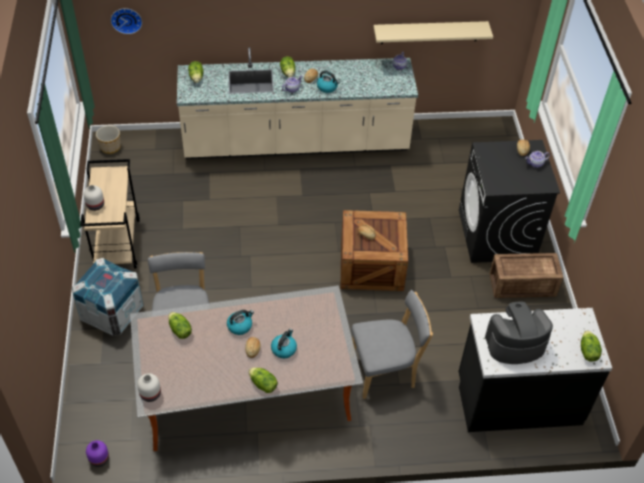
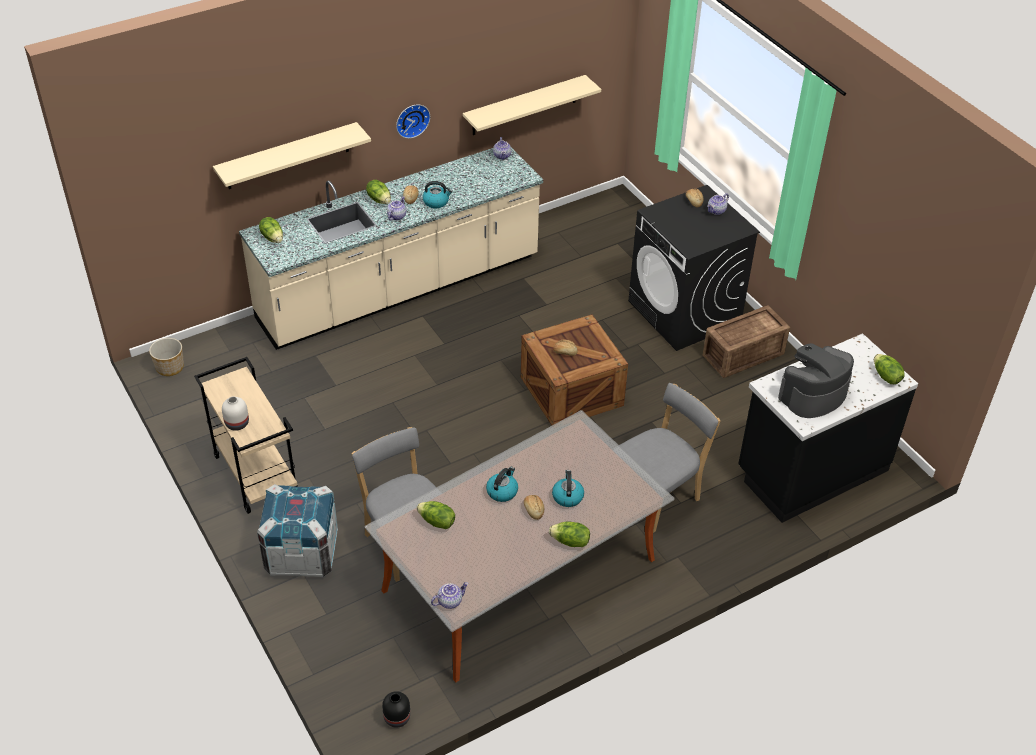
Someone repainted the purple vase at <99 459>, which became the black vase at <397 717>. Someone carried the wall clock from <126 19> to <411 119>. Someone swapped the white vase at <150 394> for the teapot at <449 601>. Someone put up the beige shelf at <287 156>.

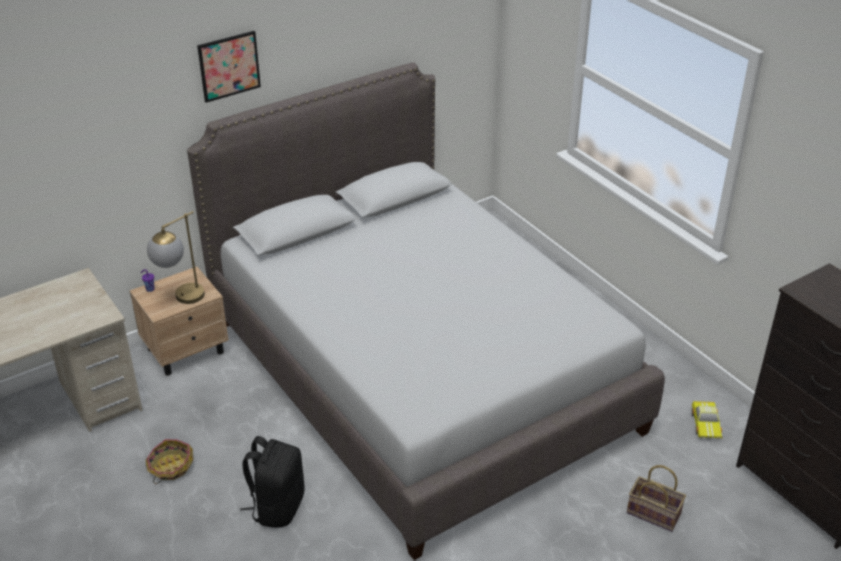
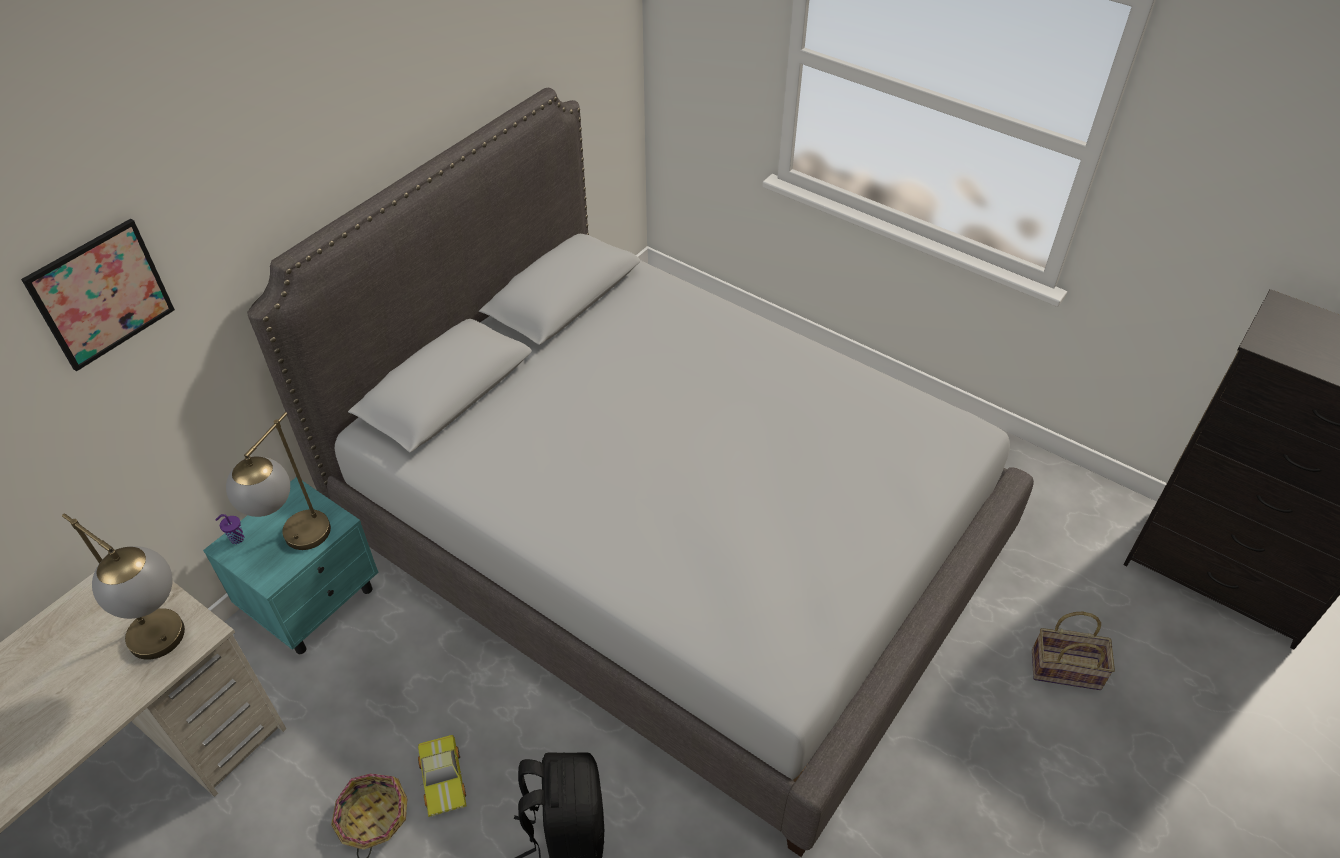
Someone repainted the beige nightstand at <187 350>, which became the turquoise nightstand at <314 601>. Someone carried the picture from <229 66> to <101 294>. Someone carried the toy car from <706 424> to <444 778>. Someone put down the table lamp at <170 645>.

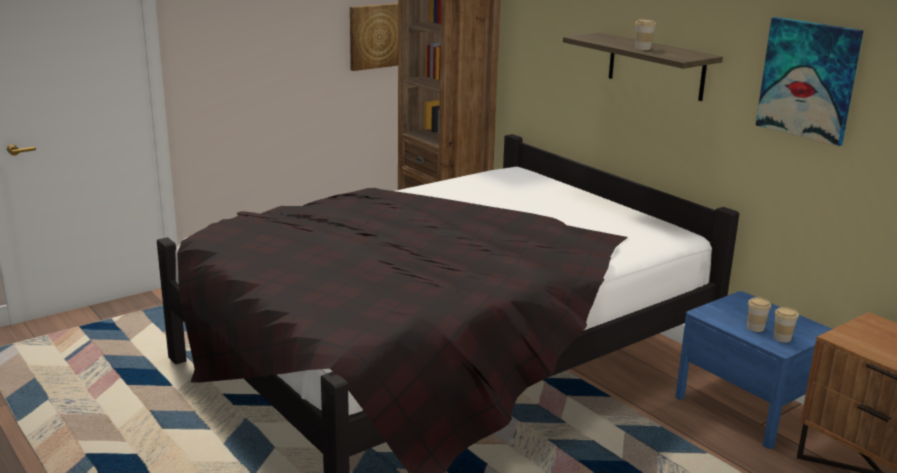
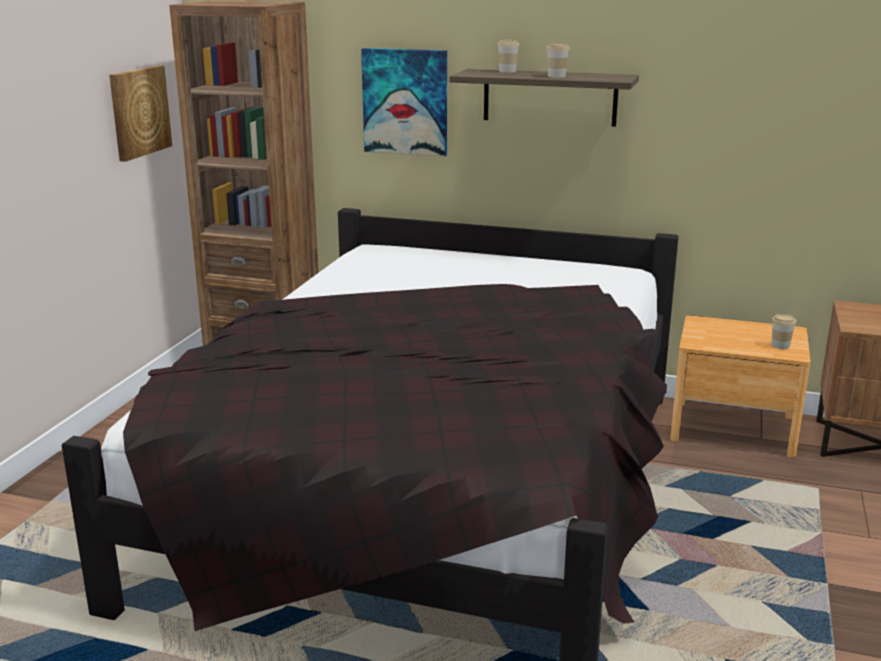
Someone repainted the blue nightstand at <747 407>, which became the brown nightstand at <733 428>. Someone carried the cup from <755 328> to <507 71>. Someone carried the picture from <808 80> to <405 101>.

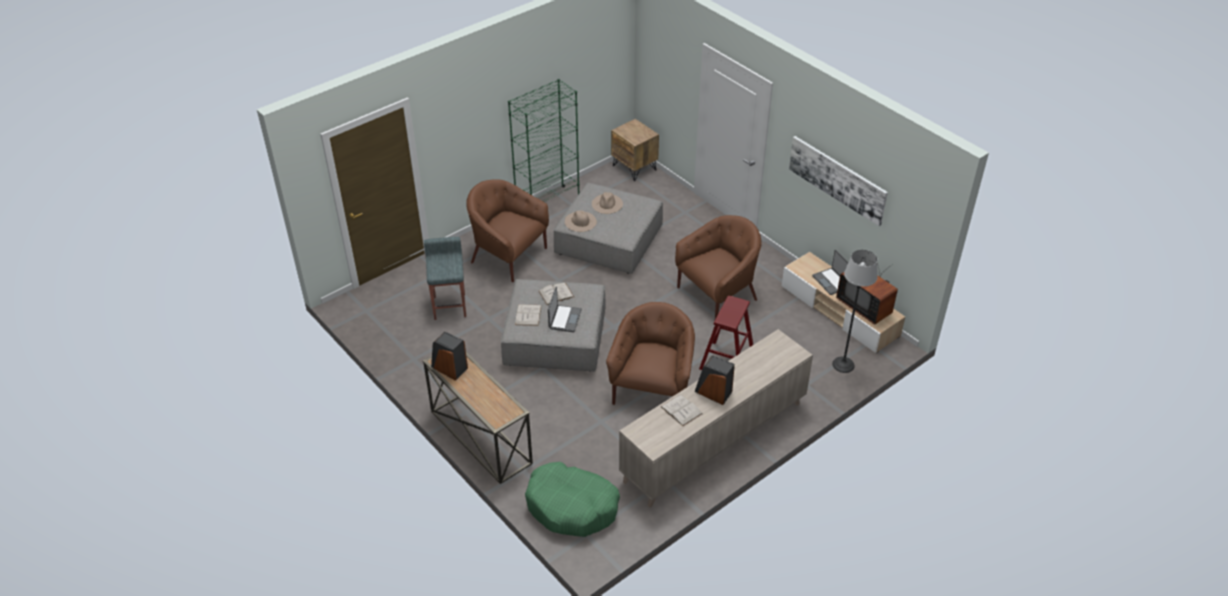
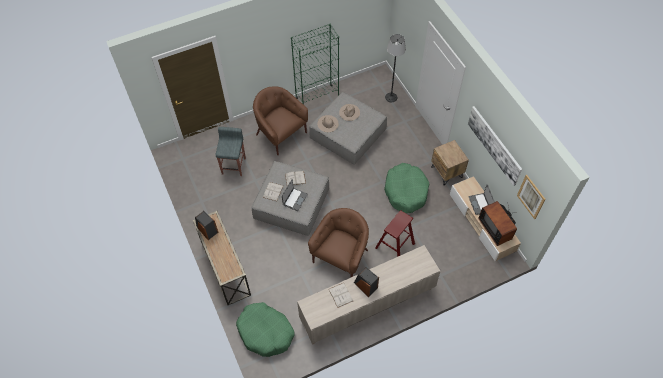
Someone carried the brown nightstand from <634 168> to <447 172>. Someone swapped the brown armchair at <718 294> for the green dog bed at <406 191>. Someone carried the floor lamp from <843 365> to <391 97>. Someone put up the picture at <531 197>.

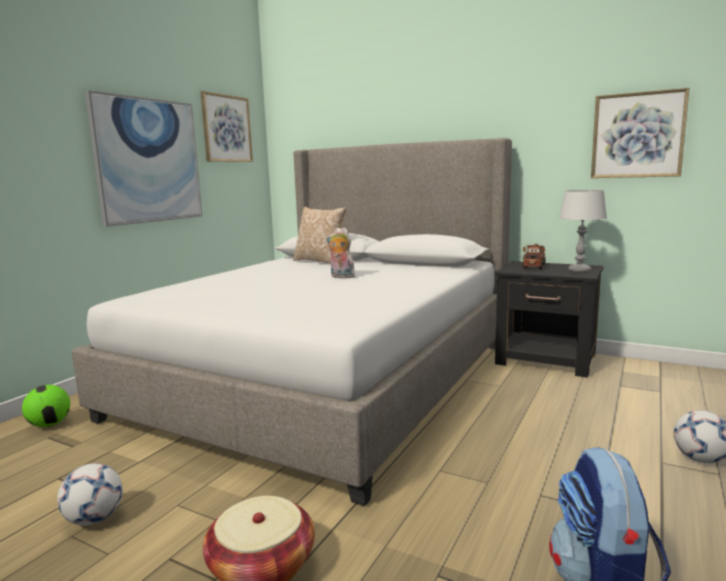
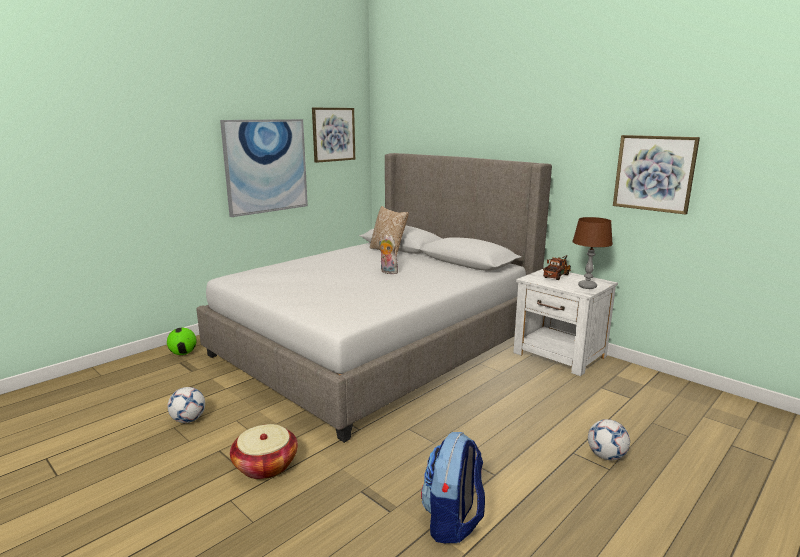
Someone repainted the black nightstand at <547 360>, which became the white nightstand at <560 355>. Someone repainted the grey table lamp at <579 271>, which became the brown table lamp at <587 286>.

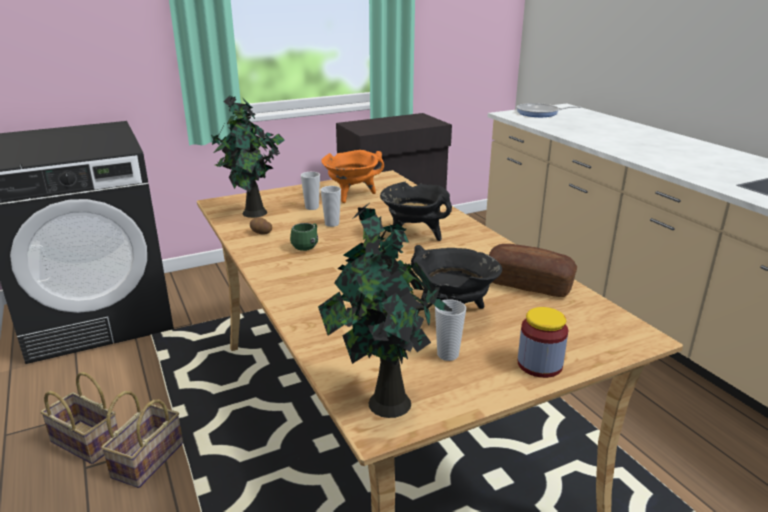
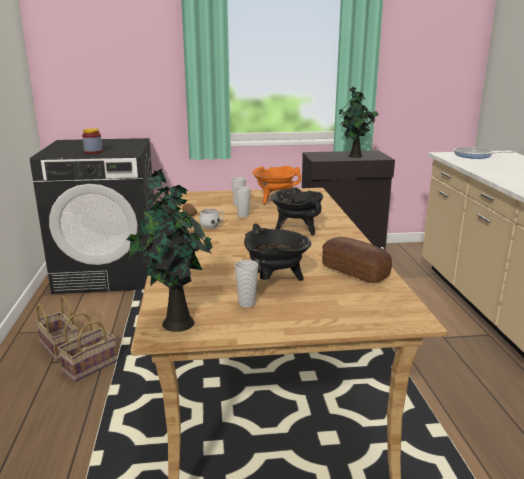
Someone carried the potted plant from <254 214> to <355 156>. Someone repainted the green mug at <307 246>, which became the white mug at <213 226>. Someone carried the jar from <539 364> to <93 152>.

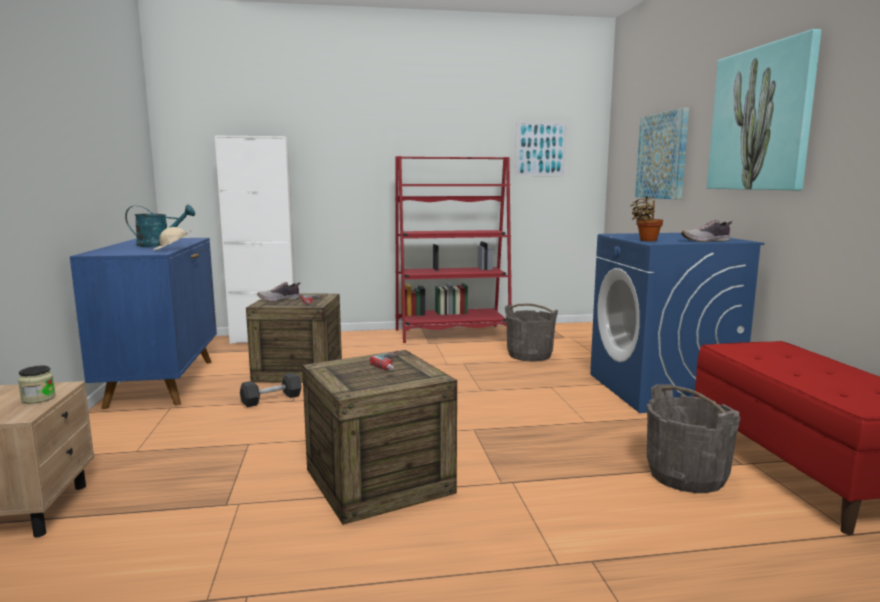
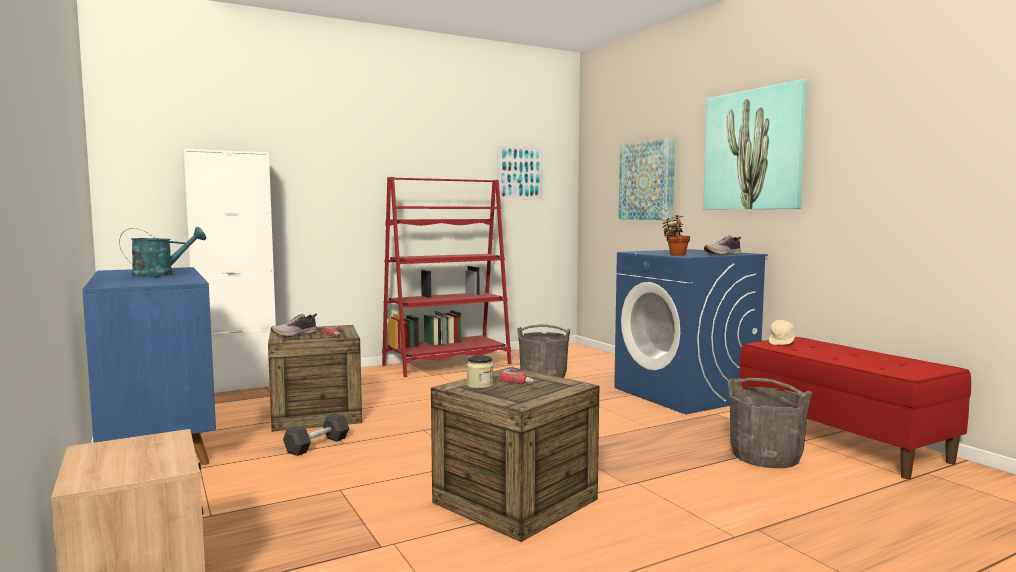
Someone carried the jar from <38 398> to <480 385>. Someone carried the beige cap from <171 249> to <782 342>.

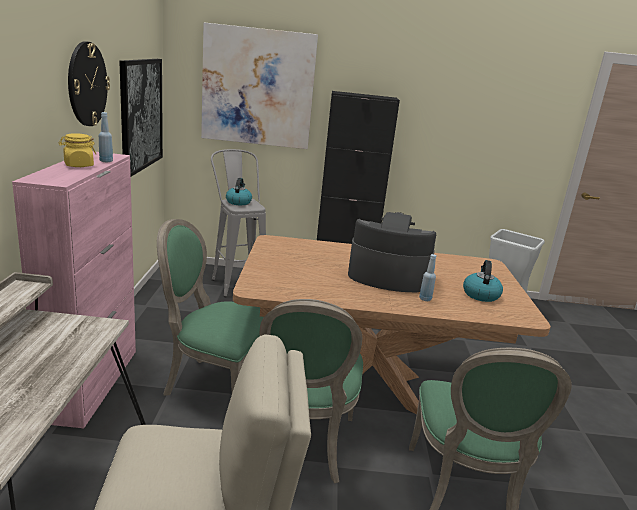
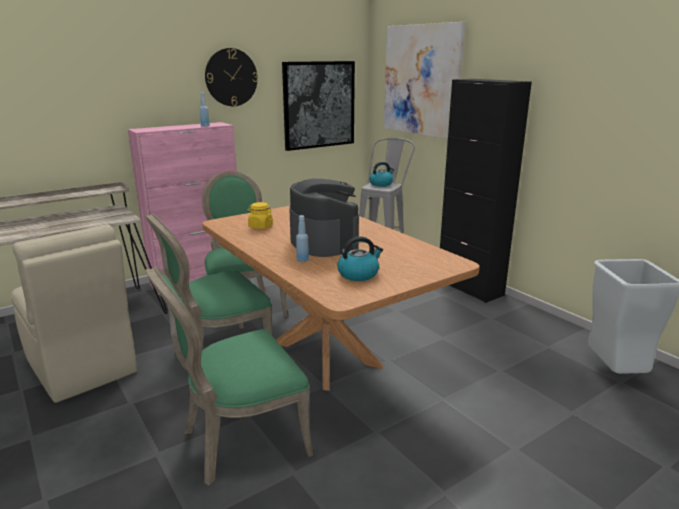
Someone carried the yellow jar from <78 165> to <260 226>.

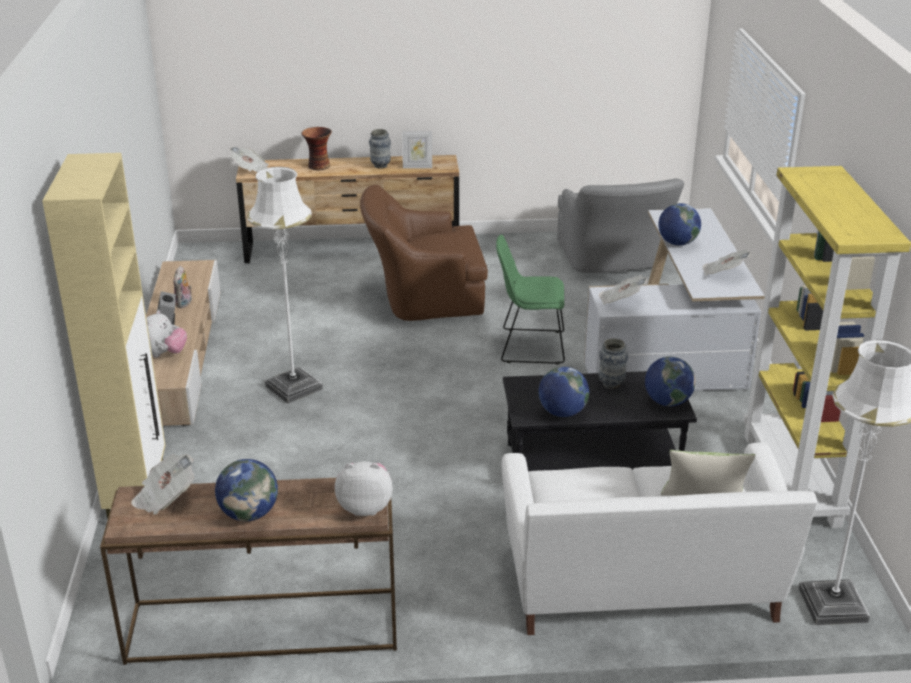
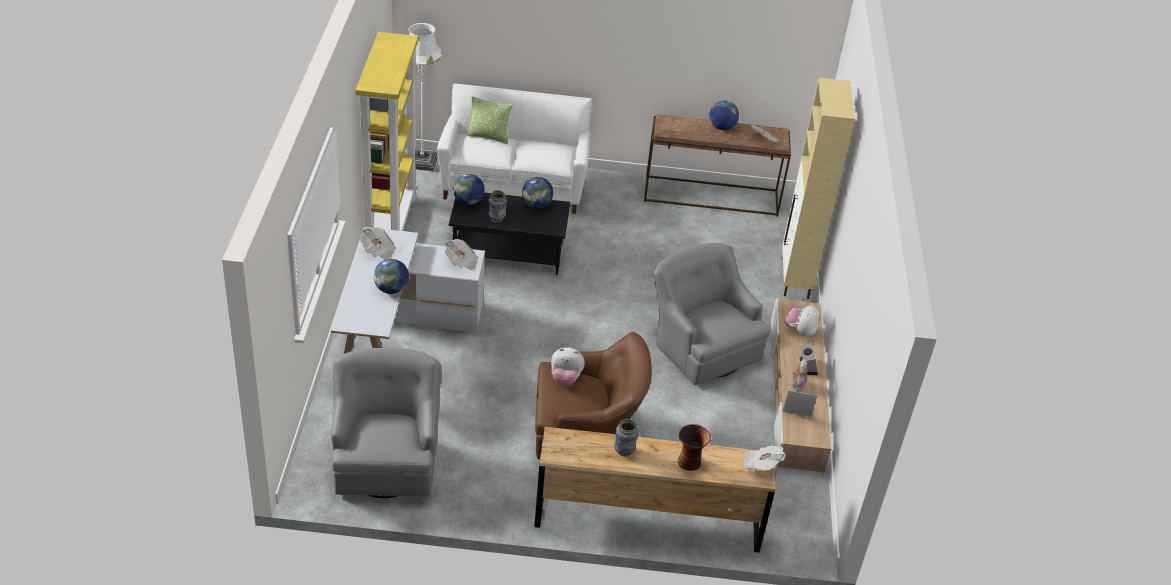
Someone swapped the white floor lamp at <293 387> for the grey armchair at <702 346>. Someone carried the plush toy from <365 507> to <565 378>. Someone carried the picture frame from <417 167> to <796 416>. Someone took away the green chair at <529 346>.

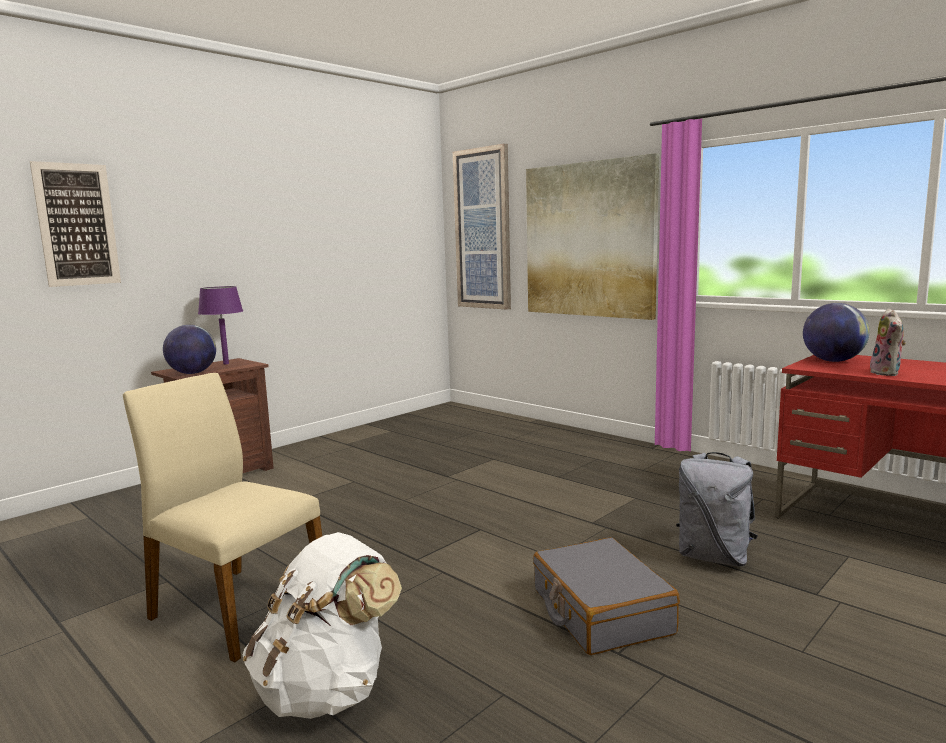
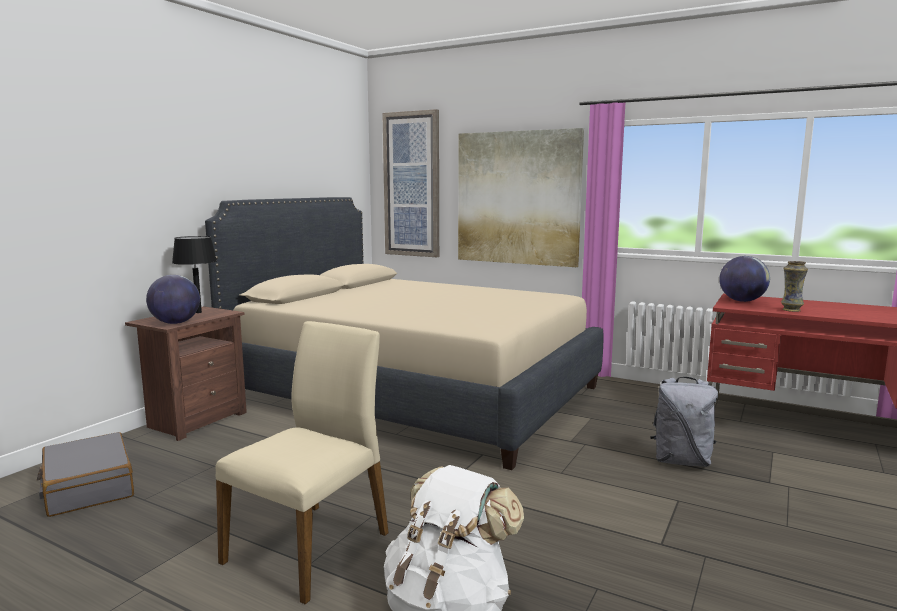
Someone took away the picture at <77 225>. Someone rotated the beige chair at <236 609> by 105 degrees clockwise. Someone repainted the purple table lamp at <226 364>, which became the black table lamp at <198 312>. Someone carried the grey suitcase from <600 612> to <88 487>. Someone swapped the plush toy at <887 373> for the vase at <791 310>. Someone put down the beige bed at <414 393>.

